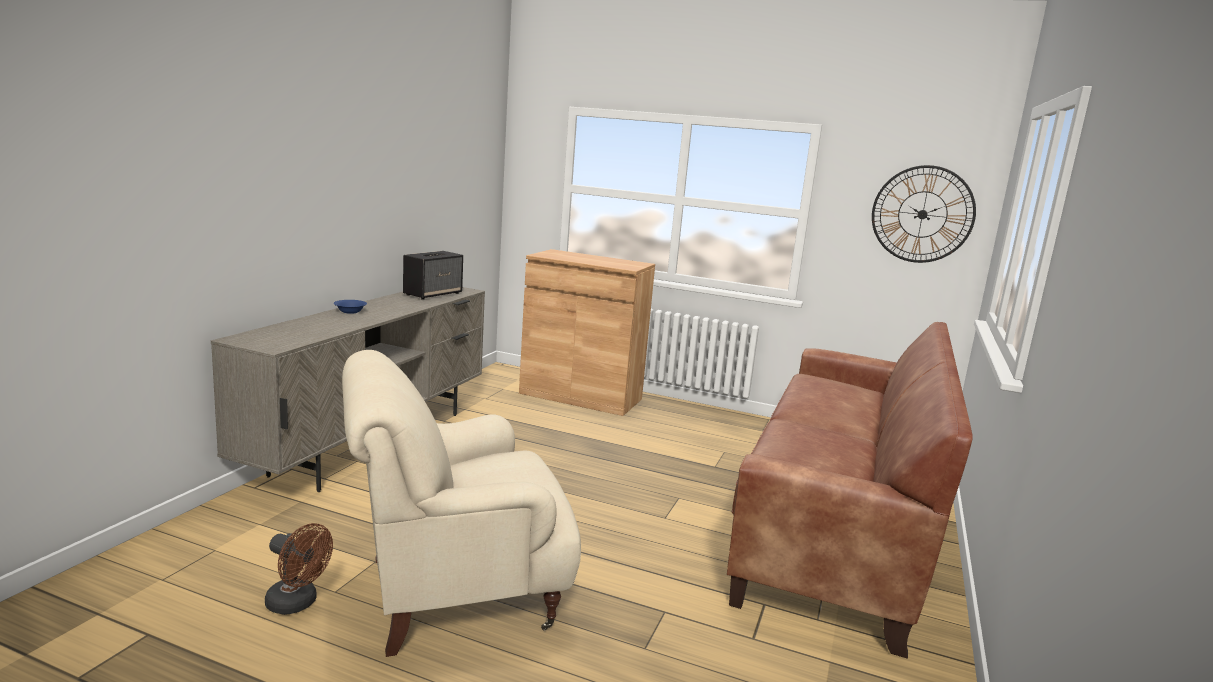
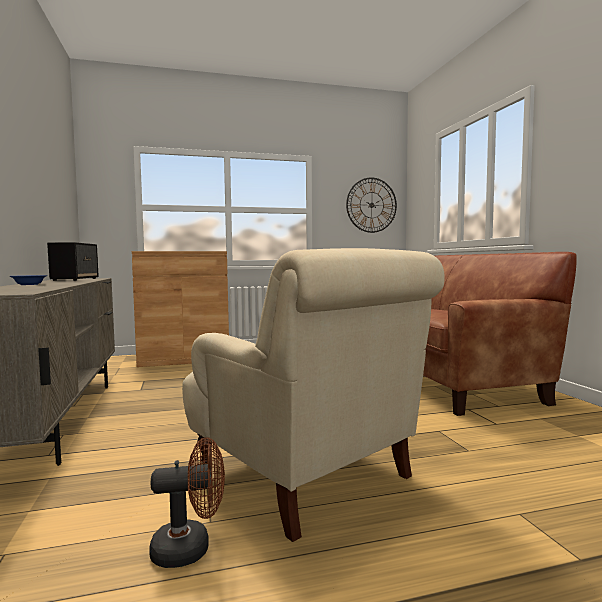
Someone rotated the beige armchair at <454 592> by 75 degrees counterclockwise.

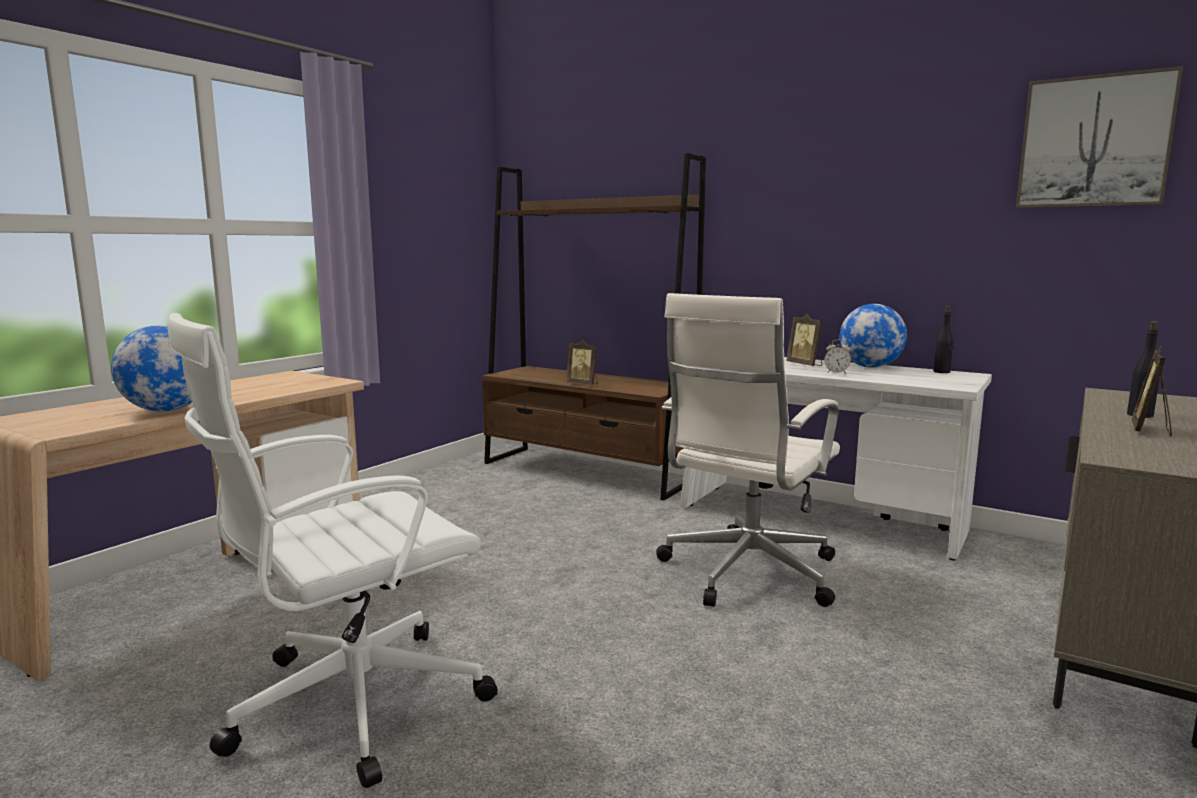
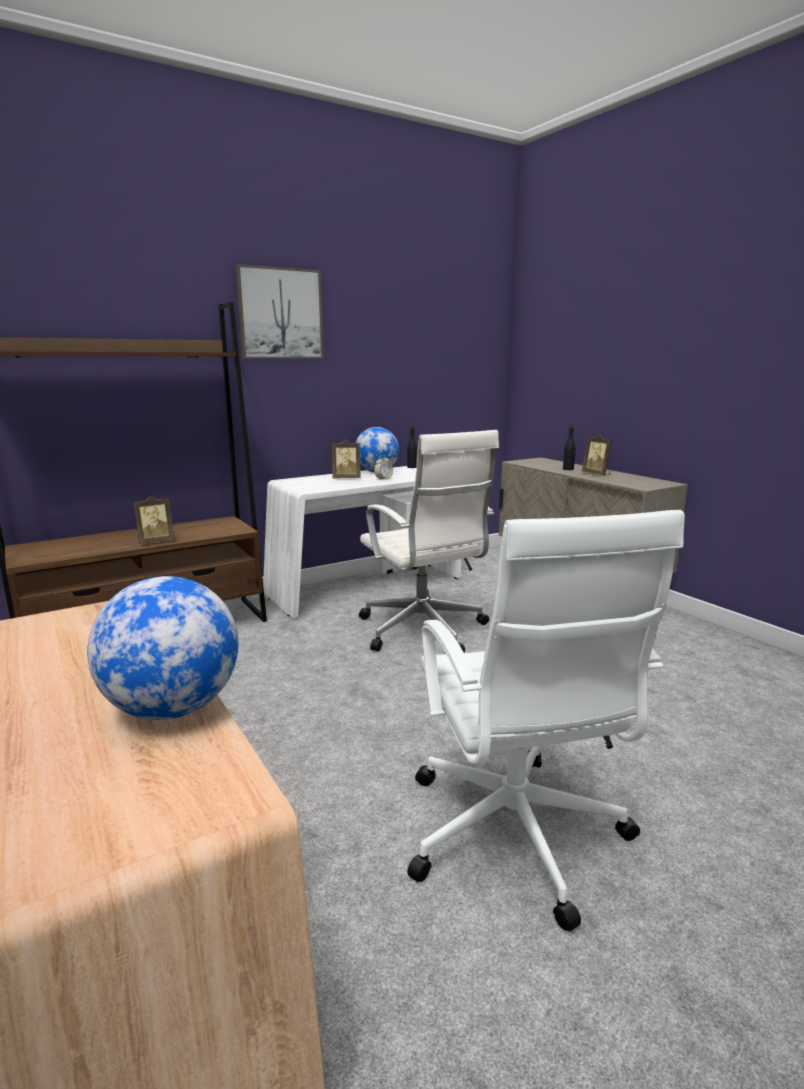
Someone carried the picture from <1094 142> to <280 314>.

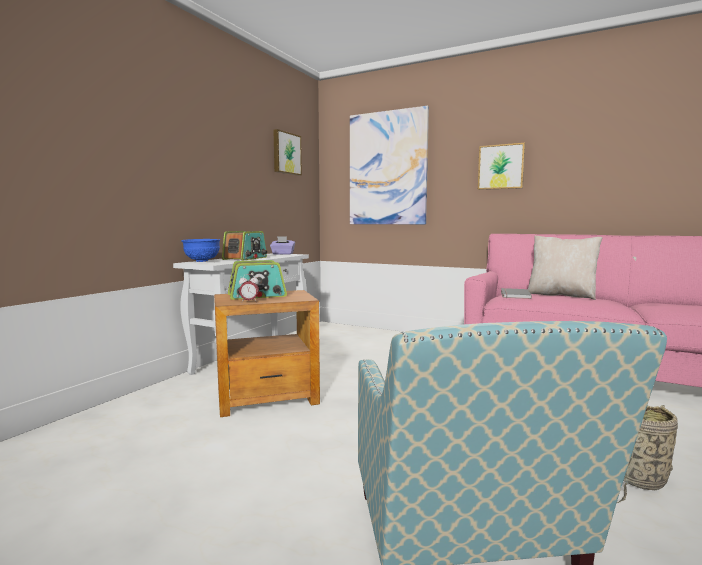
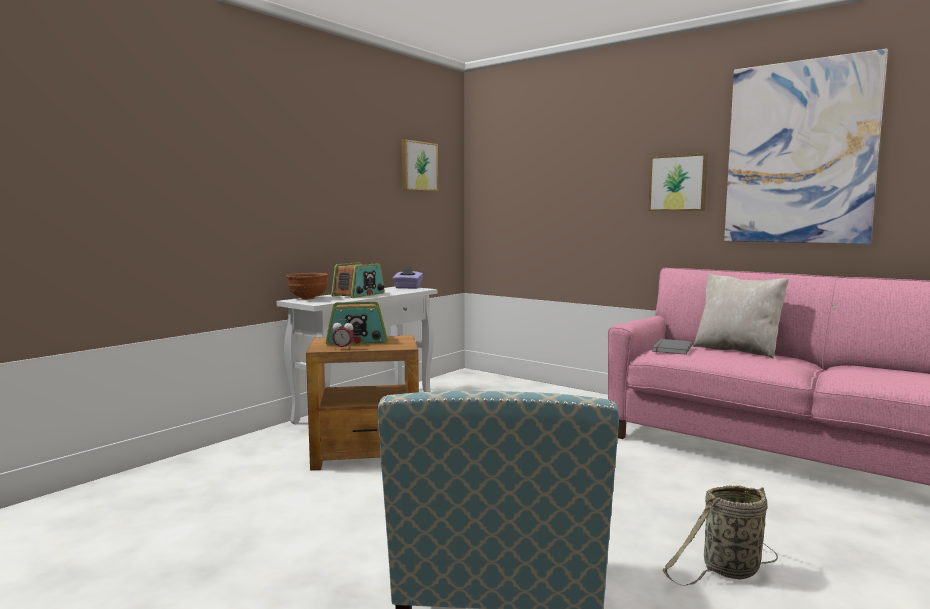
Someone repainted the blue bowl at <201 261>, which became the brown bowl at <307 298>. Someone carried the picture from <387 168> to <800 153>.

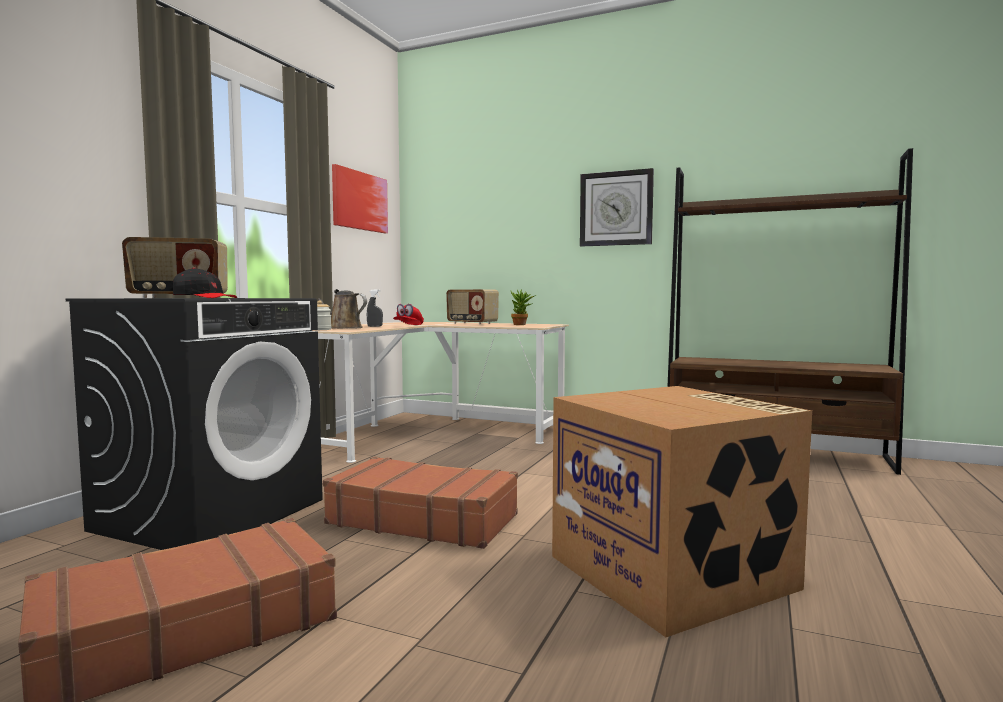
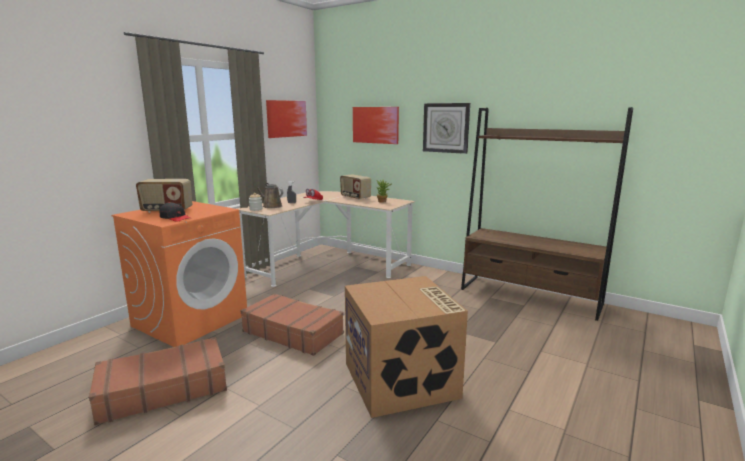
Someone repainted the black washing machine at <212 514>, which became the orange washing machine at <191 320>. Someone put up the picture at <375 125>.

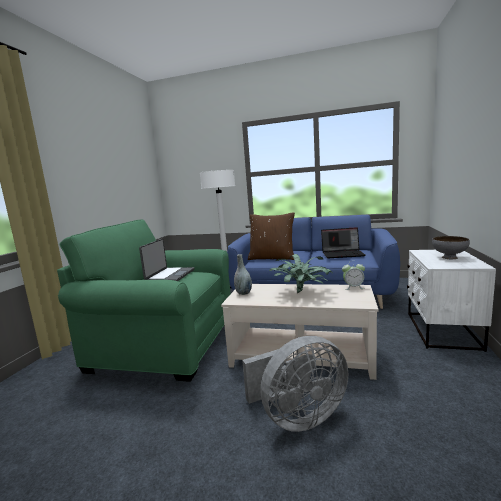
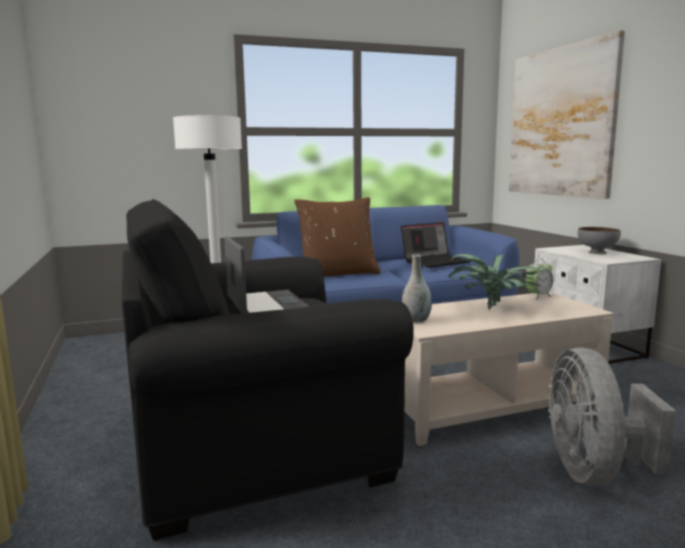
Someone repainted the green armchair at <166 344>, which became the black armchair at <255 445>. Someone rotated the grey fan at <298 417> by 150 degrees clockwise. Someone put up the picture at <560 122>.

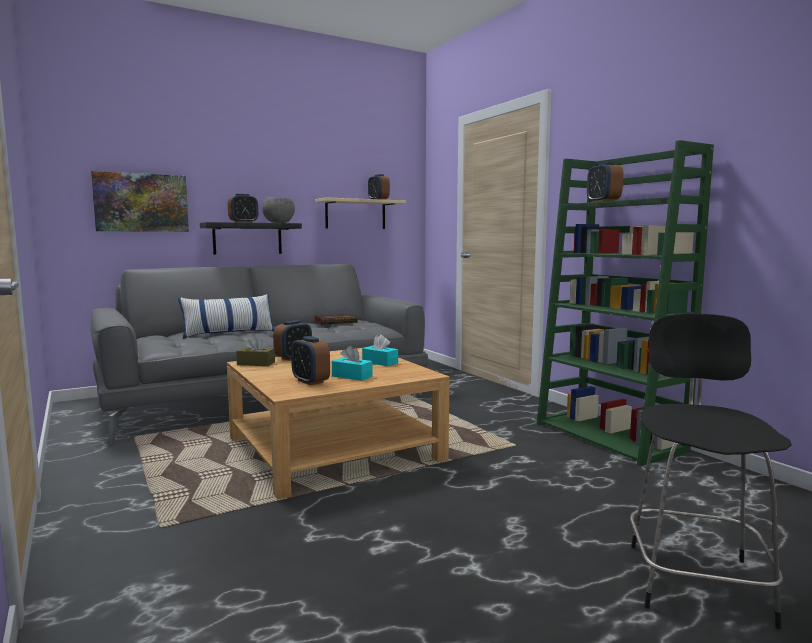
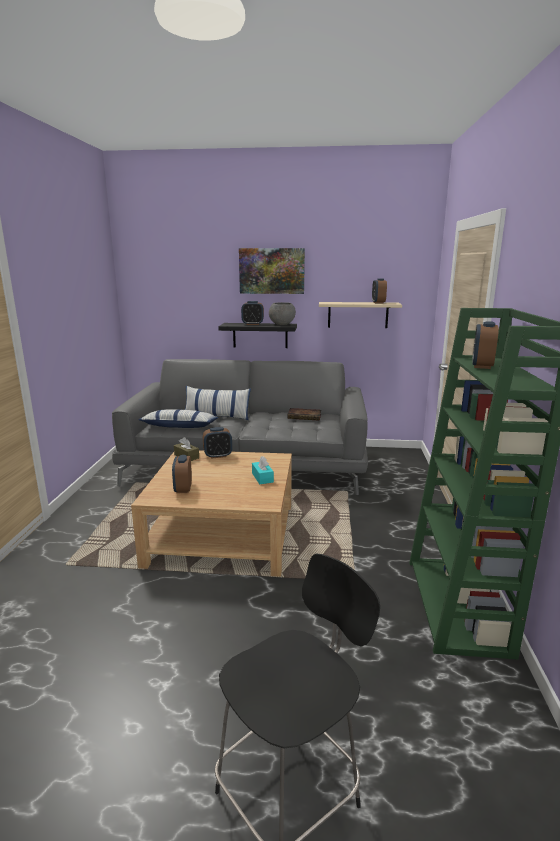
Someone carried the picture from <141 202> to <272 271>. Someone took away the turquoise tissue box at <352 376>. Someone put down the pillow at <180 426>.

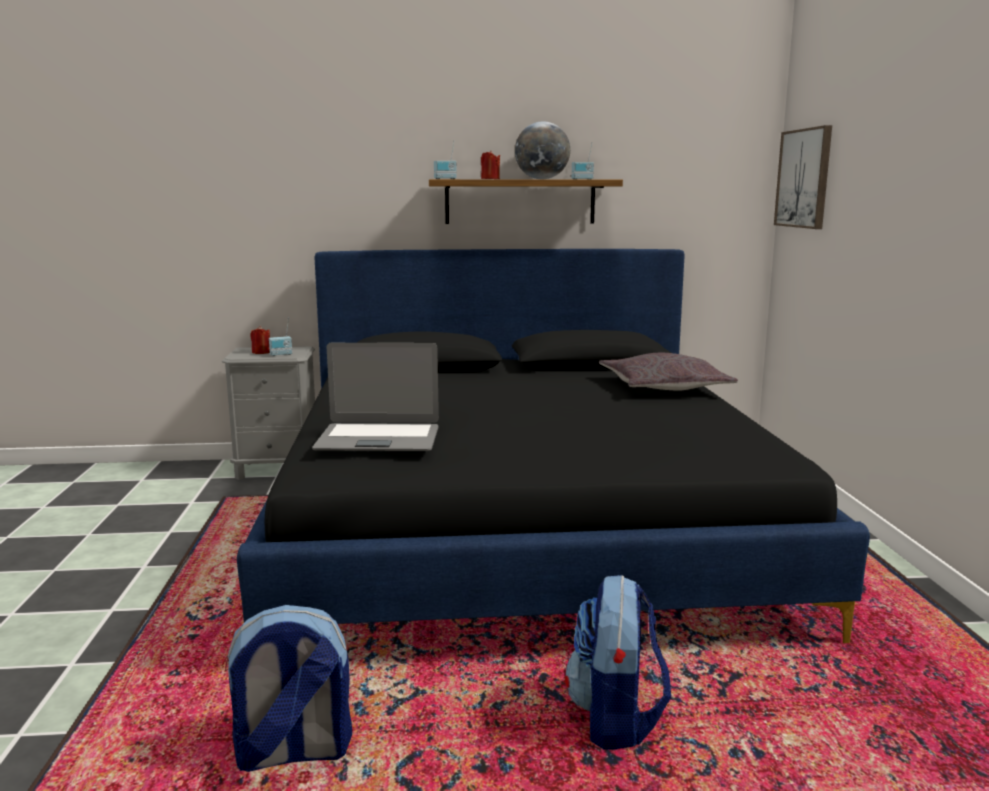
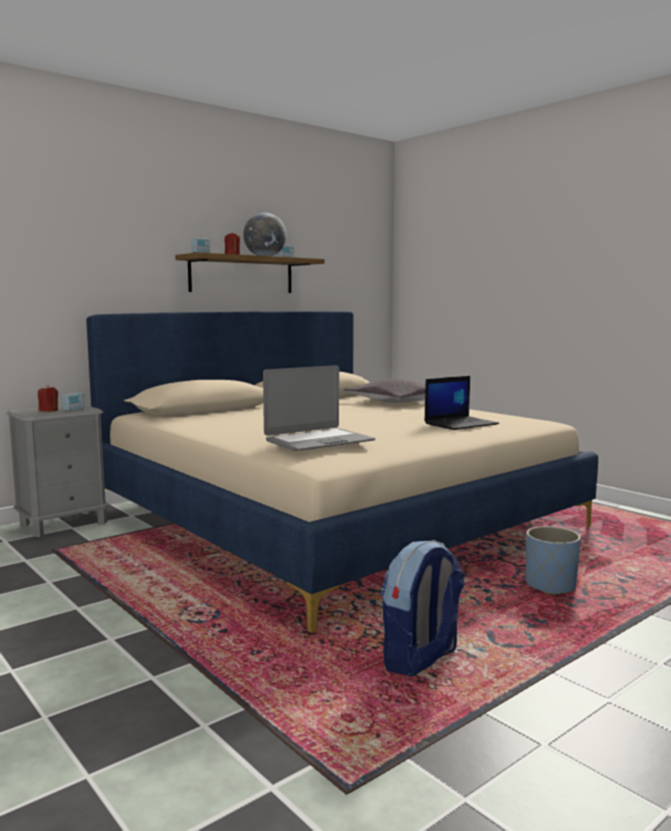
Someone repainted the black bed at <522 528>, which became the beige bed at <334 518>. Someone swapped the backpack at <616 718> for the blue planter at <550 586>. Someone took away the picture at <804 178>. Someone put down the laptop at <461 424>.

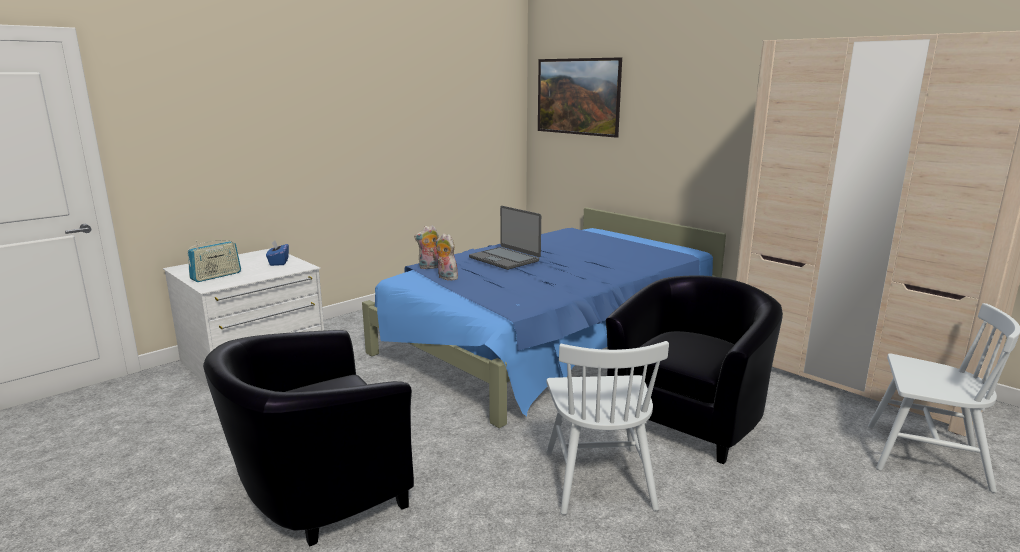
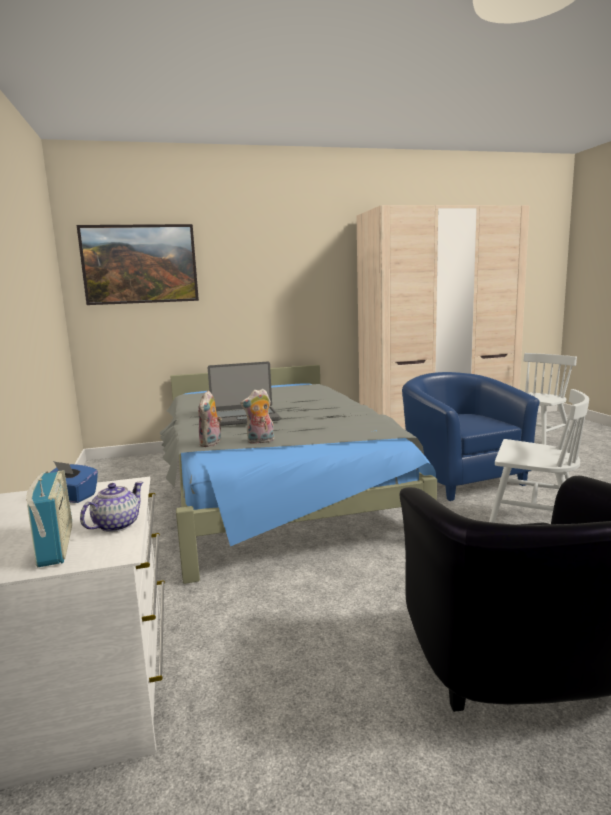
Someone repainted the blue bed at <550 337>, which became the grey bed at <275 487>. Someone repainted the black armchair at <689 418>, which became the blue armchair at <460 478>. Someone put down the teapot at <115 525>.

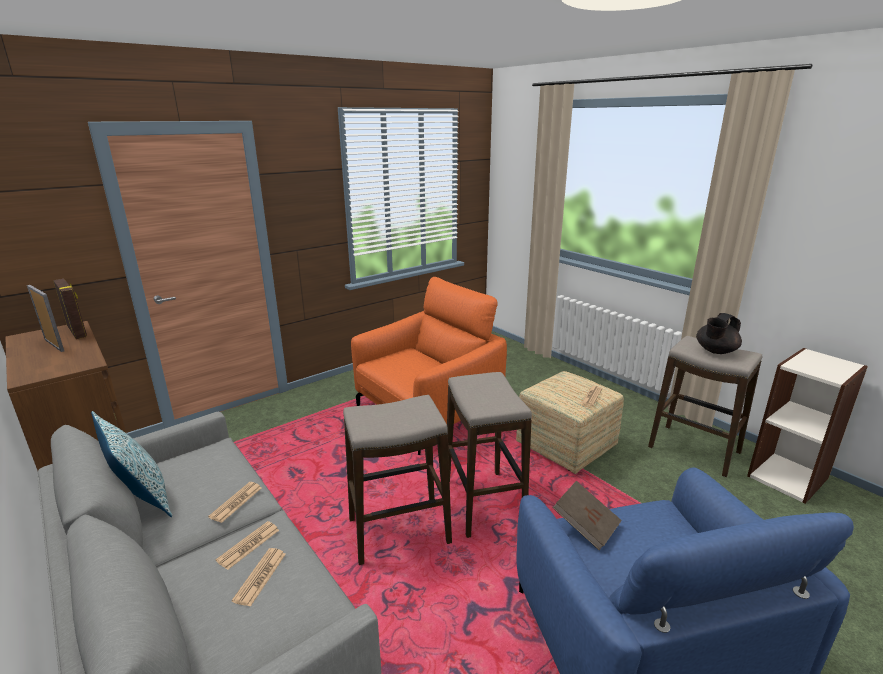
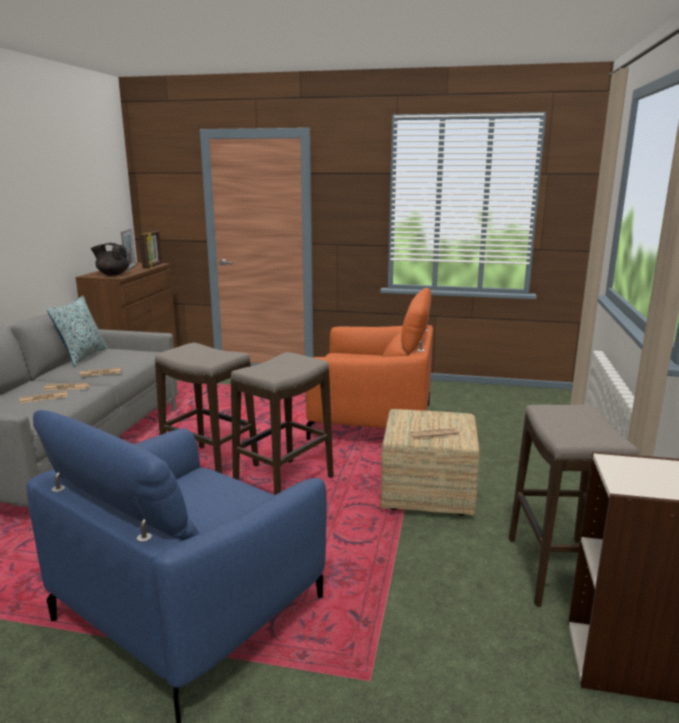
Someone took away the brown book at <585 525>. Someone carried the black teapot from <715 351> to <113 274>.

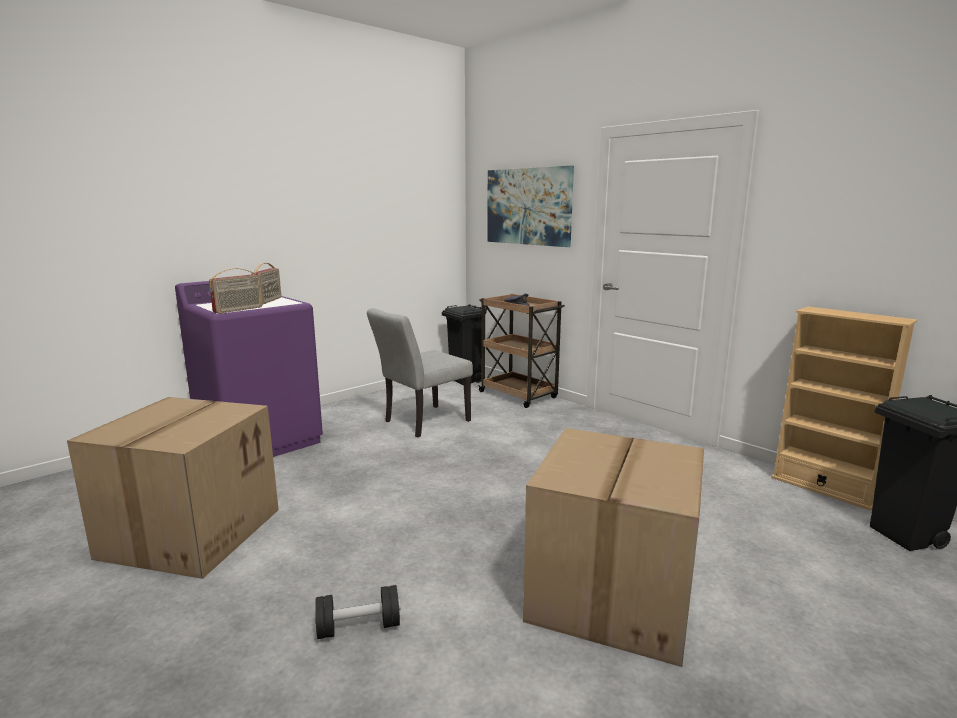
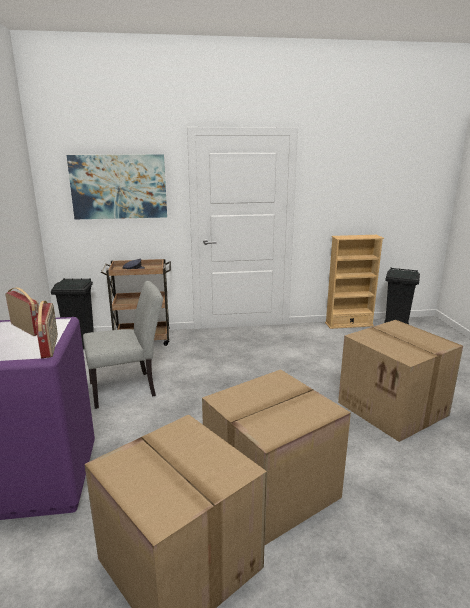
Someone took away the black dumbbell at <359 627>. Someone rotated the grey chair at <421 422> by 105 degrees counterclockwise. Someone put down the cardboard box at <271 490>.

